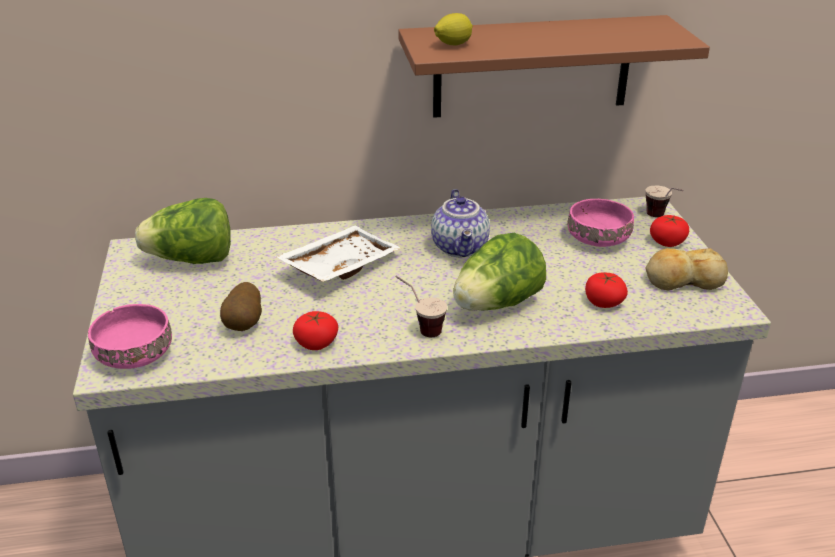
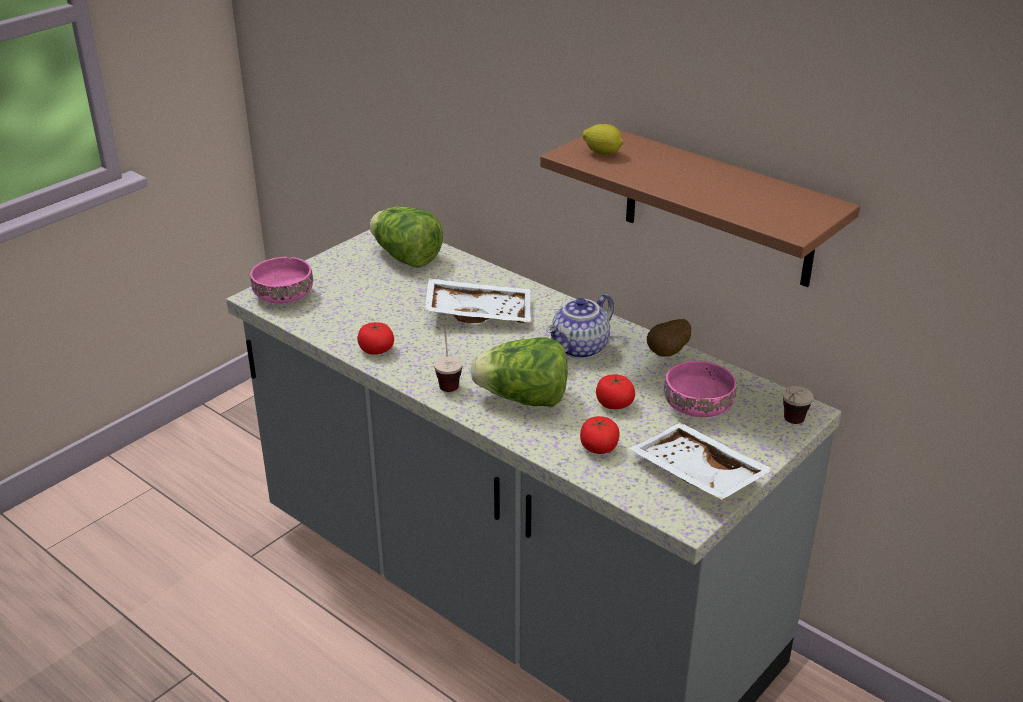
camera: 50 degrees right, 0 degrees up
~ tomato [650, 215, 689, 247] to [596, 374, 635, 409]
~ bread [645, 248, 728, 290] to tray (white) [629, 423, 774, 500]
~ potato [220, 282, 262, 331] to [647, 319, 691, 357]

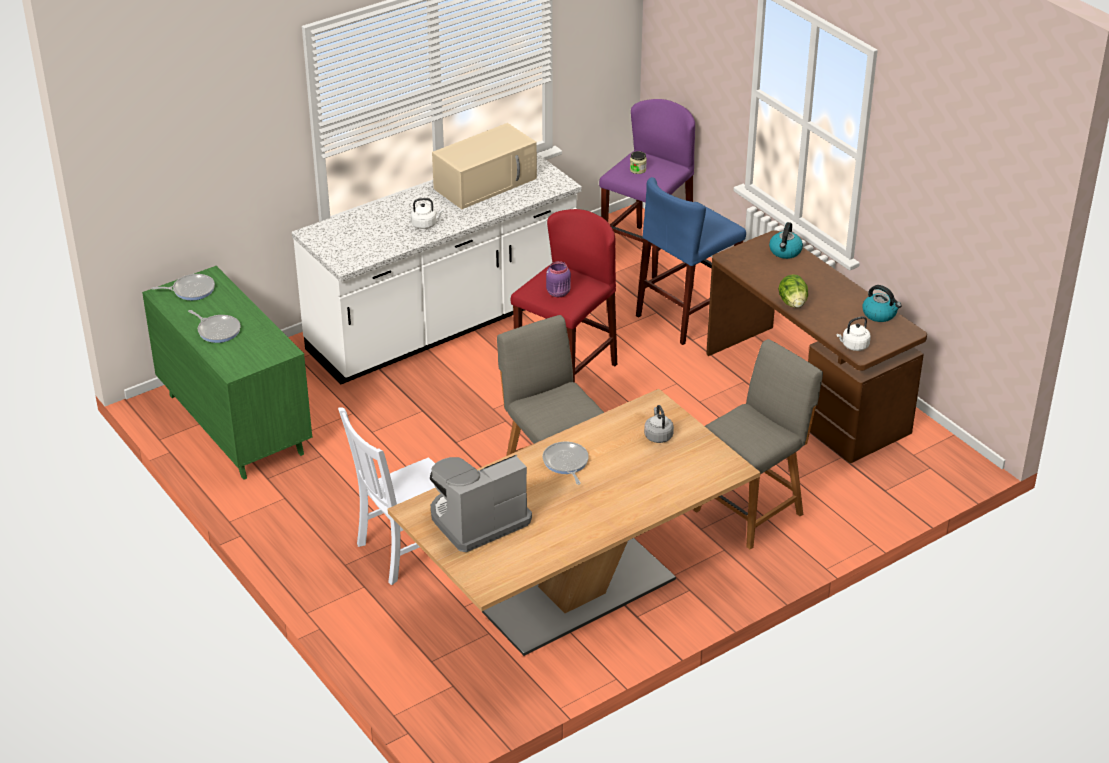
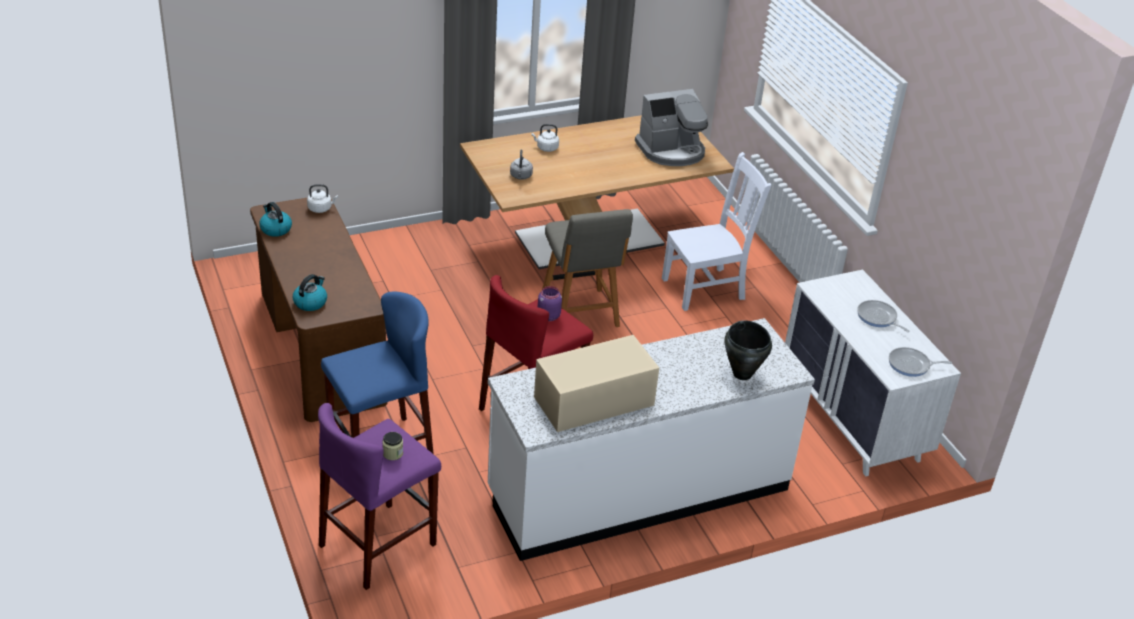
camera: 170 degrees left, 0 degrees up
~ kettle (white) [411, 198, 444, 229] to [532, 124, 559, 152]
~ dresser (green) [142, 266, 312, 480] to dresser (white) [785, 269, 961, 477]
- lettuce [778, 274, 808, 308]
- chair (grey) [693, 339, 823, 549]
- frying pan [543, 442, 589, 485]
+ cooking pot (black) [724, 320, 772, 380]

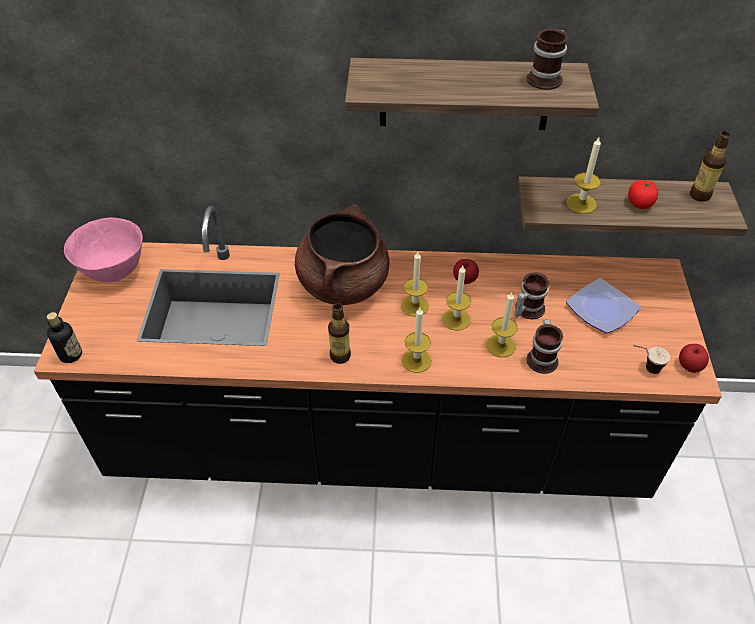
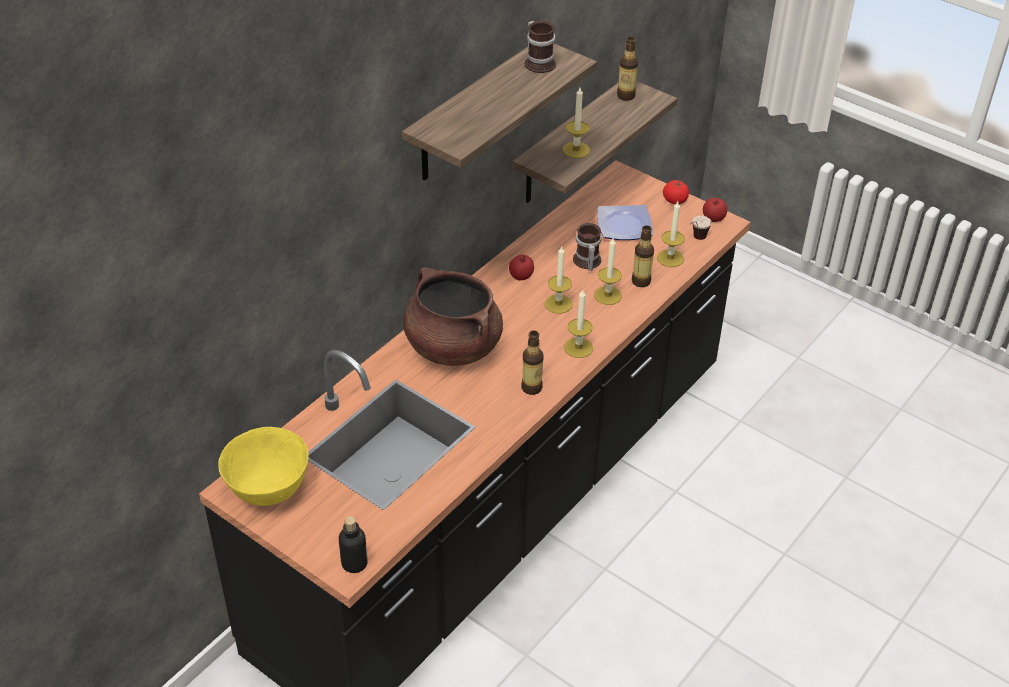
camera: 55 degrees left, 5 degrees down
~ tomato [628, 180, 658, 209] to [663, 180, 689, 204]
~ bowl (pink) [64, 218, 143, 282] to bowl (yellow) [218, 427, 309, 506]
~ candle [401, 252, 429, 316] to [657, 201, 685, 267]
~ mug [526, 319, 563, 374] to bottle [632, 225, 654, 287]

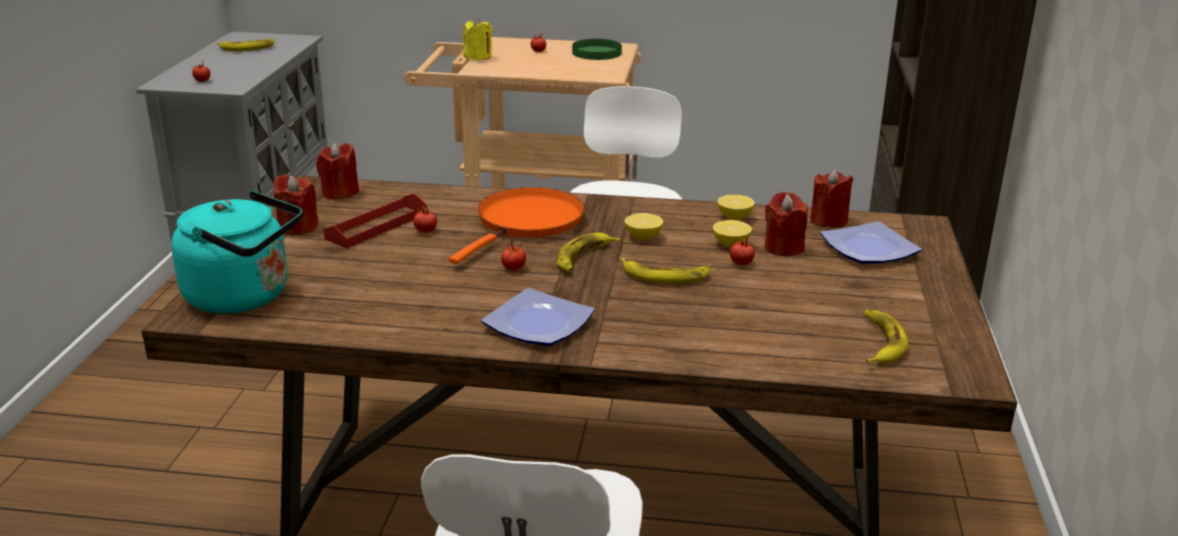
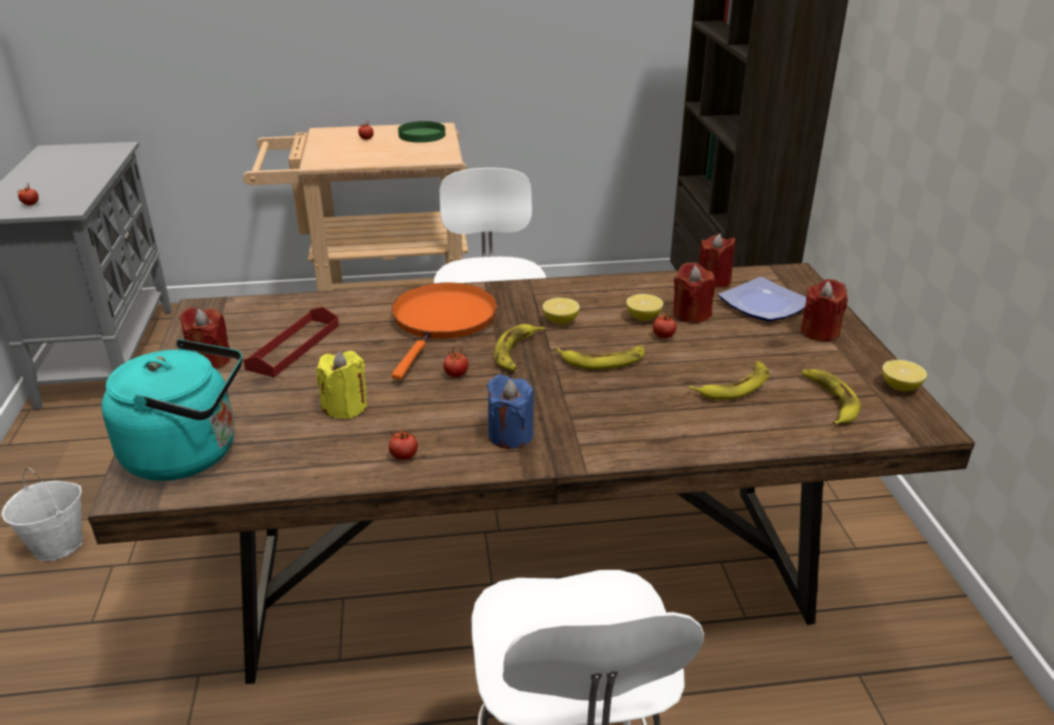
camera: 15 degrees left, 5 degrees up
~ candle (yellow) [463, 18, 492, 61] to [316, 351, 367, 419]
~ banana [216, 38, 275, 51] to [689, 361, 769, 400]
~ candle (red) [316, 143, 359, 200] to [801, 279, 848, 342]
~ lemon [717, 195, 755, 220] to [882, 360, 927, 391]
~ tomato [413, 205, 437, 233] to [389, 428, 418, 460]
~ plate [481, 288, 595, 346] to candle (blue) [487, 374, 534, 449]
+ bucket (white) [2, 468, 83, 561]

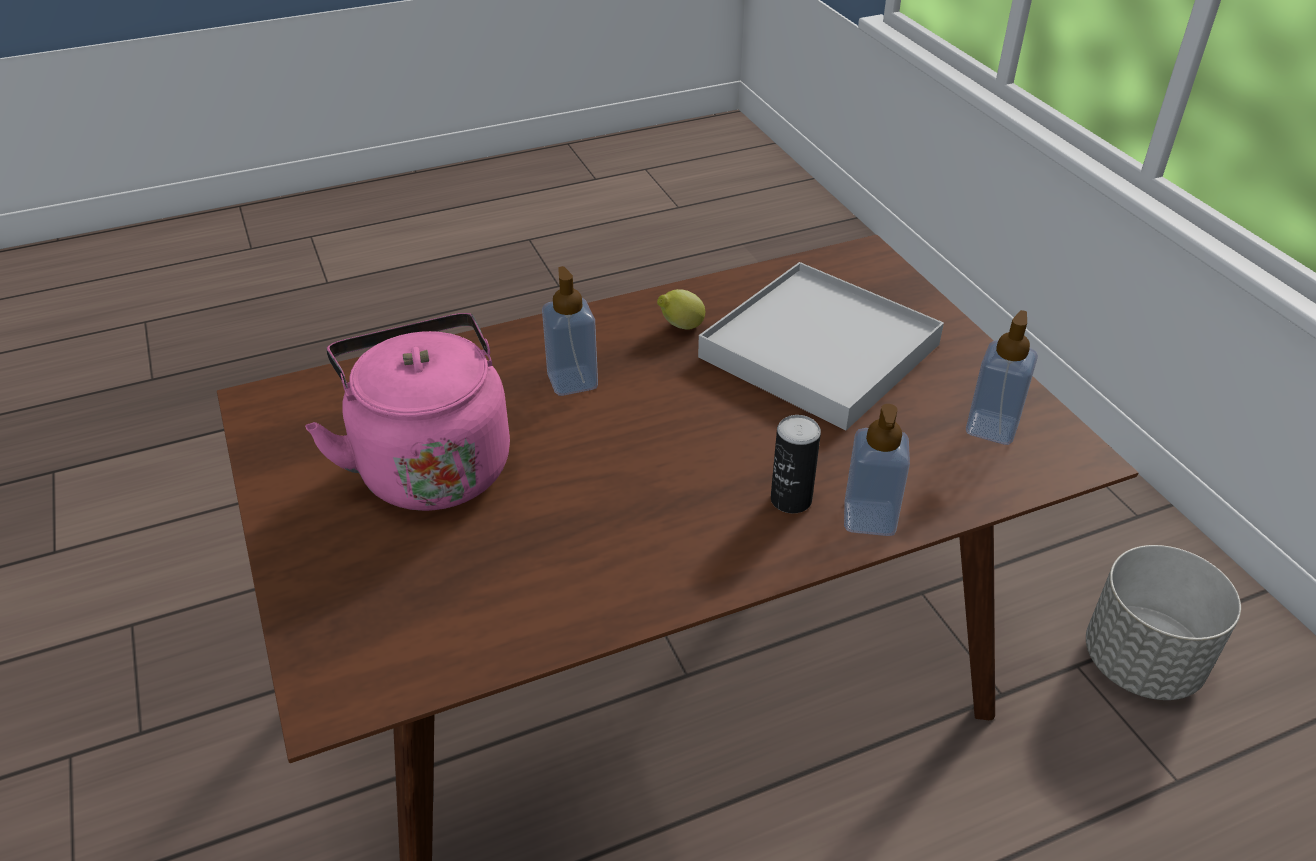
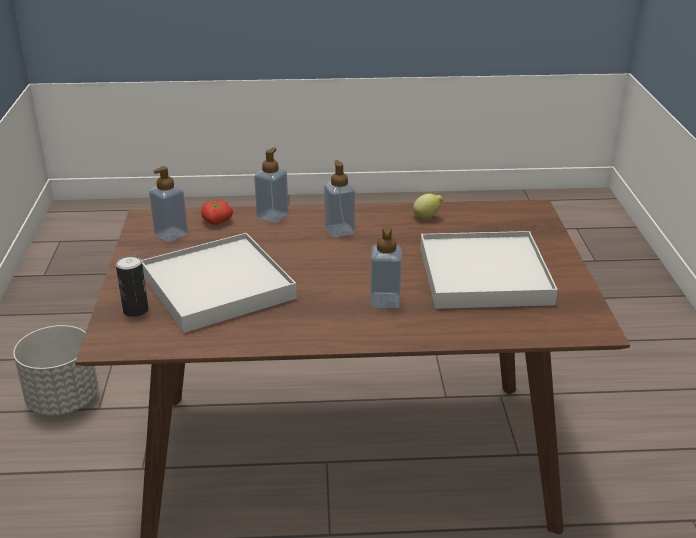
camera: 160 degrees left, 10 degrees down
~ lemon [657, 289, 705, 330] to [413, 194, 443, 219]
~ kettle (pink) [305, 313, 510, 511] to tray (white) [420, 231, 558, 309]
~ can [771, 415, 821, 513] to [116, 255, 149, 317]
+ soap dispenser [324, 160, 355, 238]
+ tomato [201, 200, 233, 225]

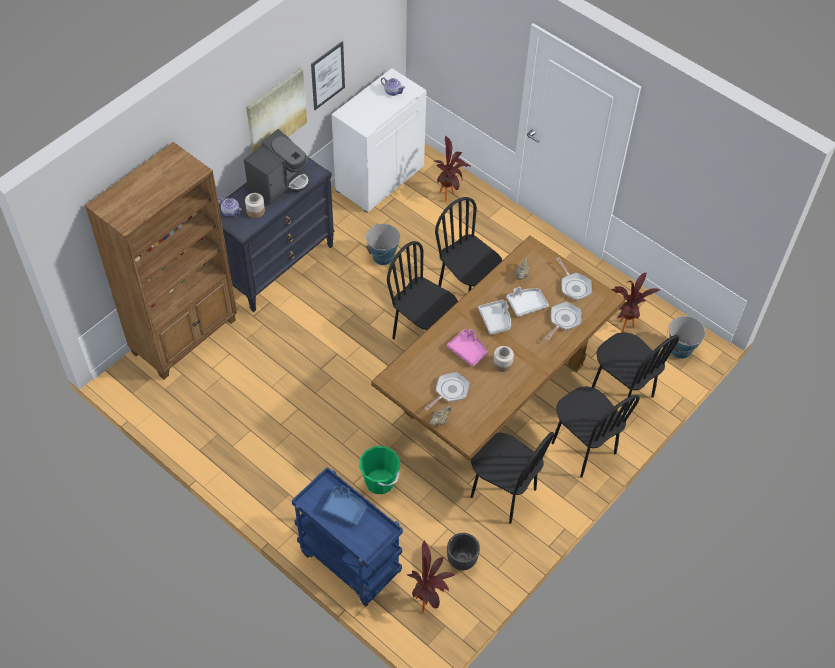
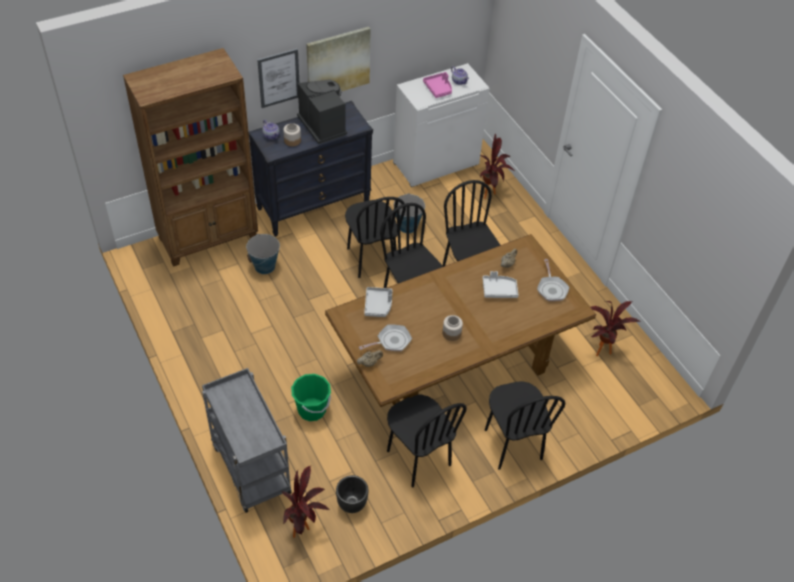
camera: 20 degrees right, 5 degrees down
~ picture [311, 41, 345, 110] to [257, 49, 299, 108]
~ coffee machine [244, 129, 310, 205] = [297, 80, 347, 144] 90 degrees counterclockwise
~ tray (grey) [478, 300, 511, 335] to [364, 287, 393, 317]
- frying pan [545, 302, 582, 341]
~ bucket [667, 316, 705, 359] to [246, 234, 280, 274]
~ tray (pink) [447, 329, 487, 367] to [423, 72, 452, 98]
~ chair (black) [592, 332, 679, 418] to [345, 197, 406, 278]
~ cart (blue) [292, 467, 403, 607] to cart (grey) [202, 368, 292, 513]
- tray (blue) [322, 485, 367, 526]

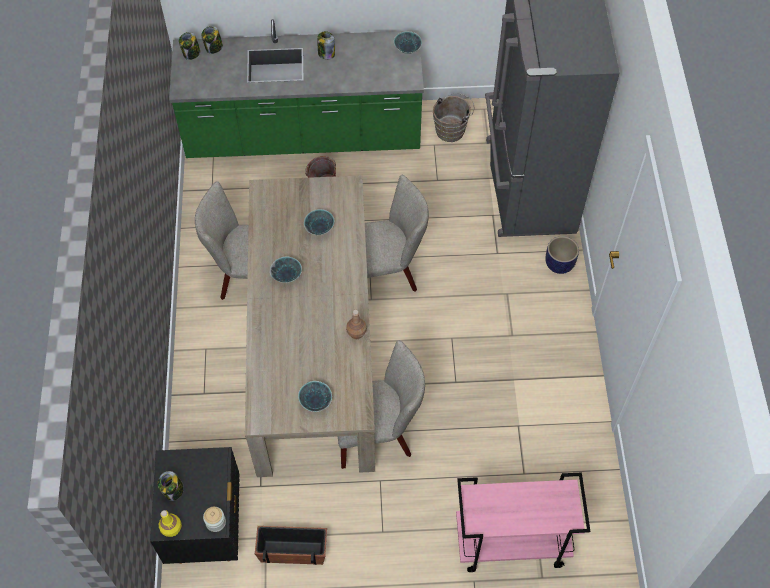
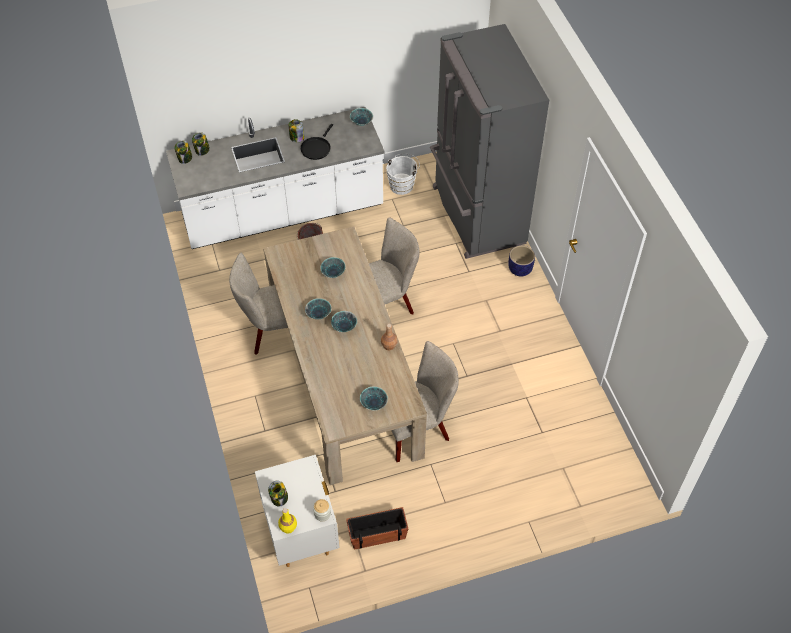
camera: 15 degrees left, 5 degrees down
~ counter (green) [169, 19, 424, 158] to counter (white) [166, 107, 385, 249]
~ bucket (brown) [433, 93, 474, 142] to bucket (white) [386, 153, 420, 195]
~ nightstand (black) [150, 447, 240, 564] to nightstand (white) [255, 455, 339, 567]
- cart (pink) [456, 472, 590, 572]
+ frying pan (black) [300, 124, 333, 160]
+ bowl [331, 311, 357, 332]

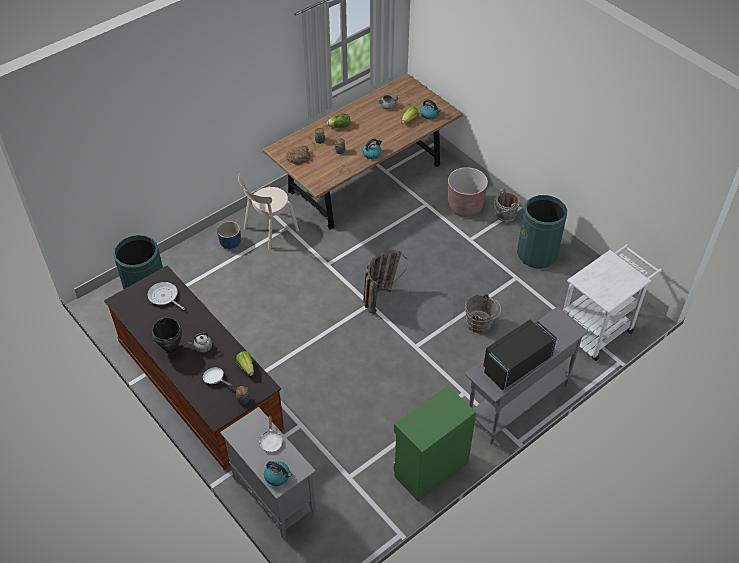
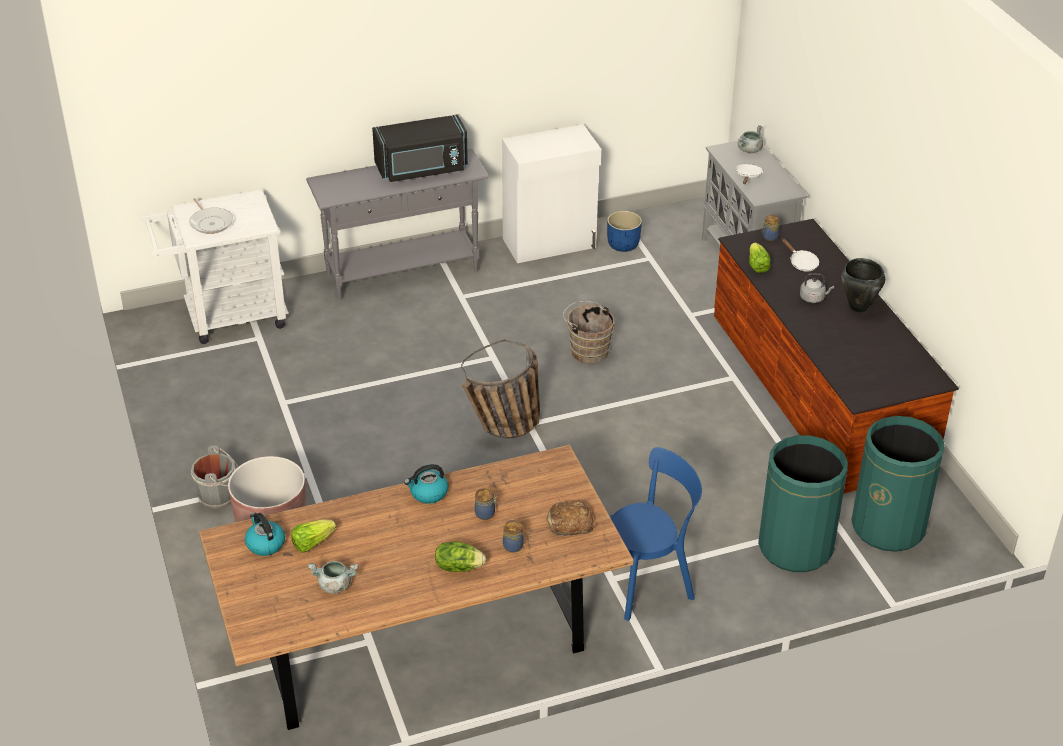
camera: 160 degrees left, 10 degrees down
~ chair (beige) [238, 173, 299, 250] to chair (blue) [610, 447, 702, 621]
~ trash can (green) [517, 195, 567, 268] to [758, 435, 848, 572]
~ planter (blue) [217, 221, 241, 249] to [607, 211, 642, 252]
~ frying pan [147, 282, 185, 310] to [189, 198, 233, 234]
~ bucket (brown) [465, 294, 501, 333] to [563, 301, 615, 364]
~ cabinet (green) [394, 386, 476, 502] to cabinet (white) [502, 124, 601, 263]
~ kettle [264, 461, 292, 486] to cooking pot (grey) [738, 125, 763, 153]

